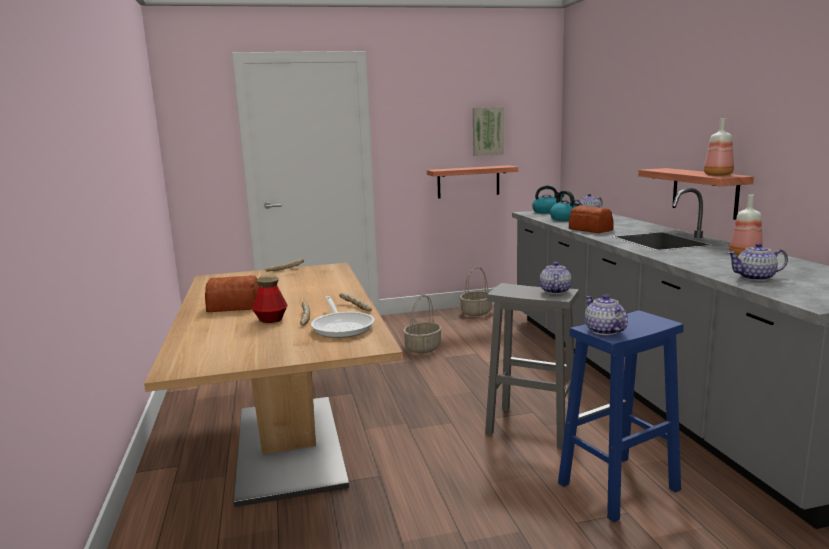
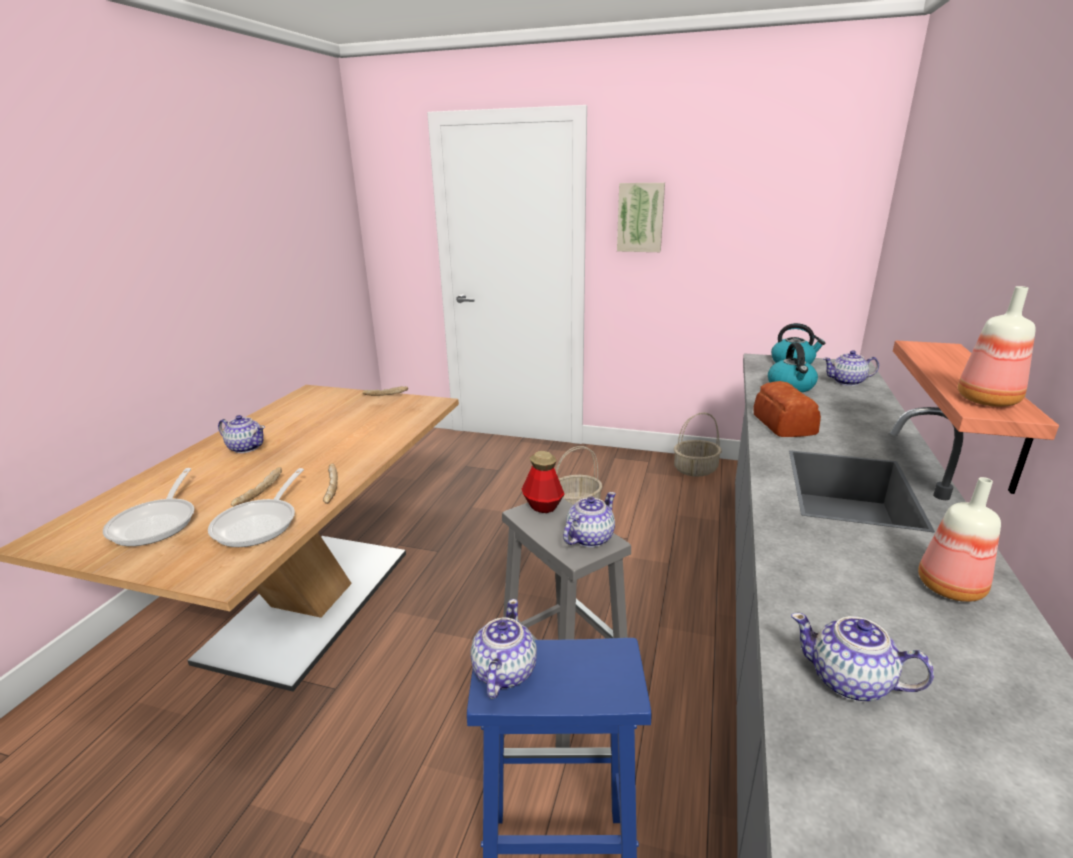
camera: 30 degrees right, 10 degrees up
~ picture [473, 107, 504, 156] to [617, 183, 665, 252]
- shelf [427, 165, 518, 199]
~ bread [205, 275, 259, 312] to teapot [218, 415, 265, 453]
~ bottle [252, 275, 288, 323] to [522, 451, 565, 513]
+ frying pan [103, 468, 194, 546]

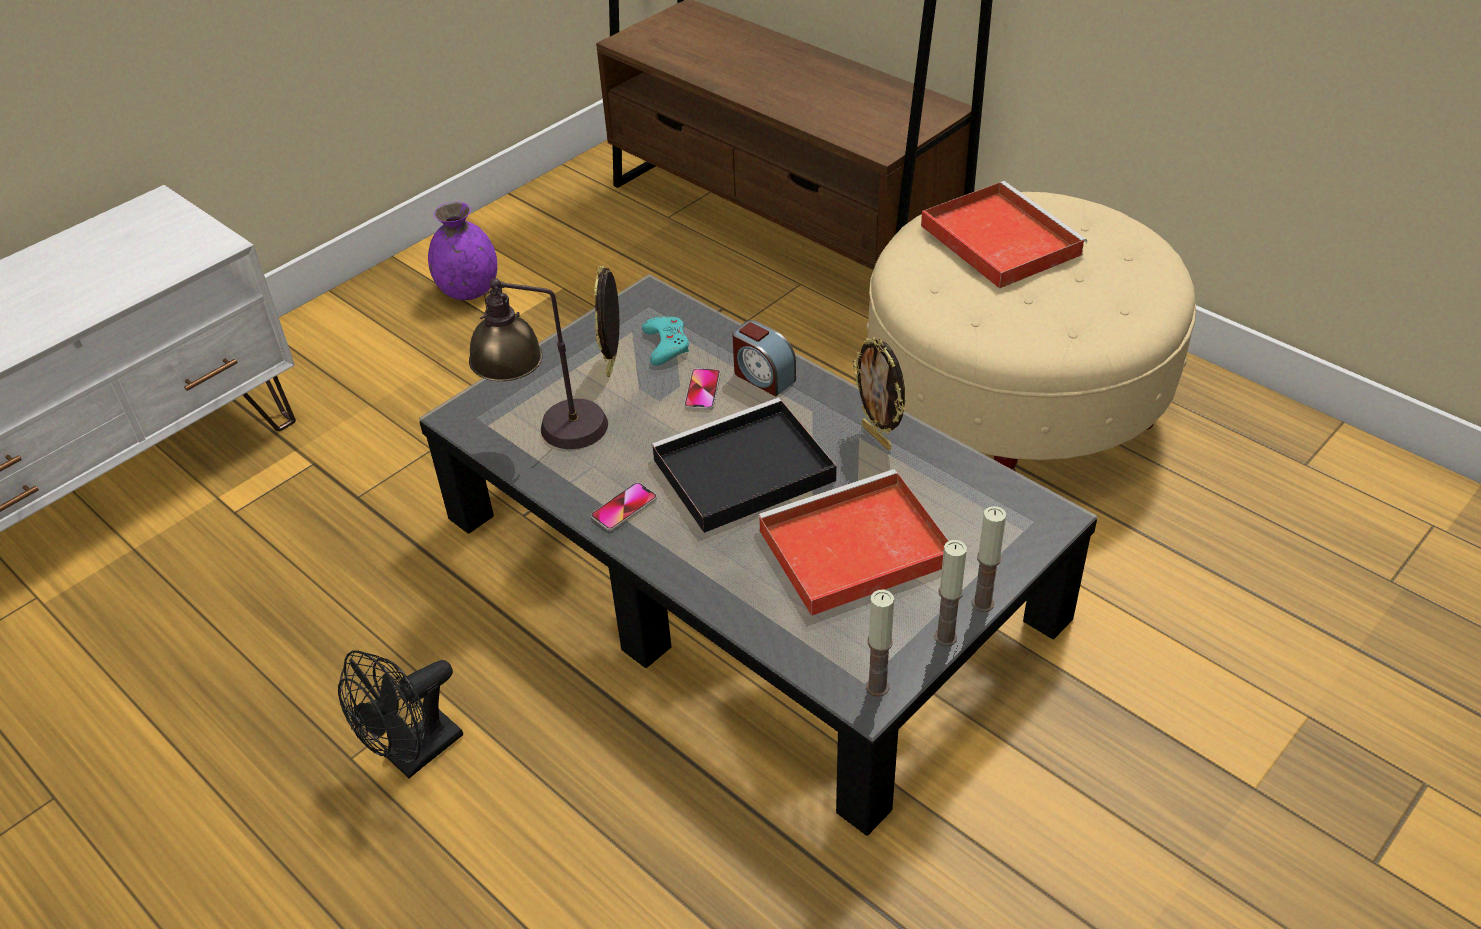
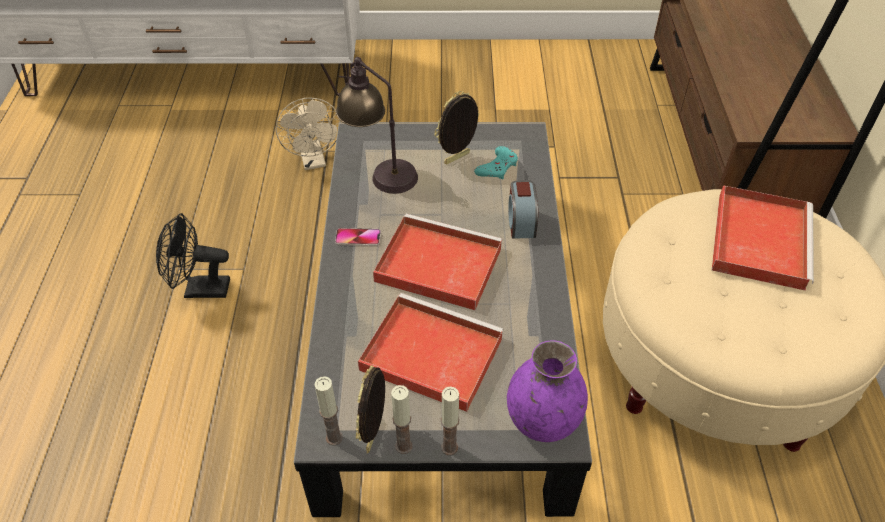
camera: 45 degrees right, 5 degrees up
~ vase (purple) [428, 202, 498, 300] to [507, 340, 588, 442]
~ picture frame [852, 337, 905, 450] to [356, 365, 385, 453]
- phone [684, 368, 720, 410]
~ tray (black) [651, 398, 837, 533] to tray (red) [373, 214, 502, 310]
+ fan (beige) [276, 97, 341, 170]

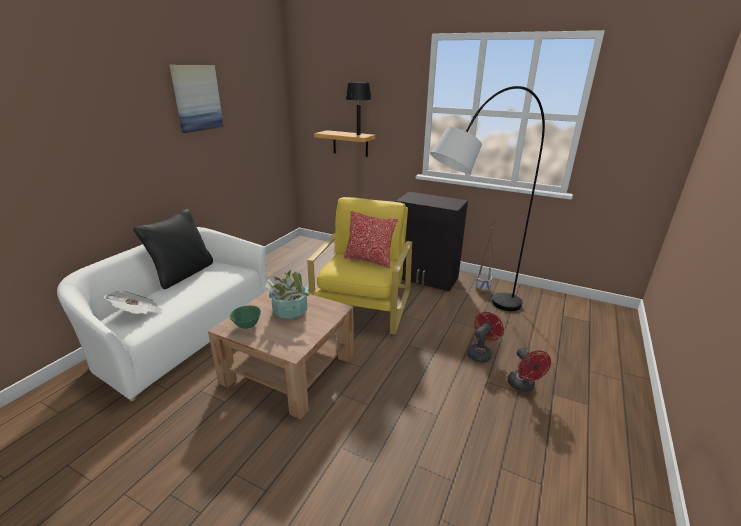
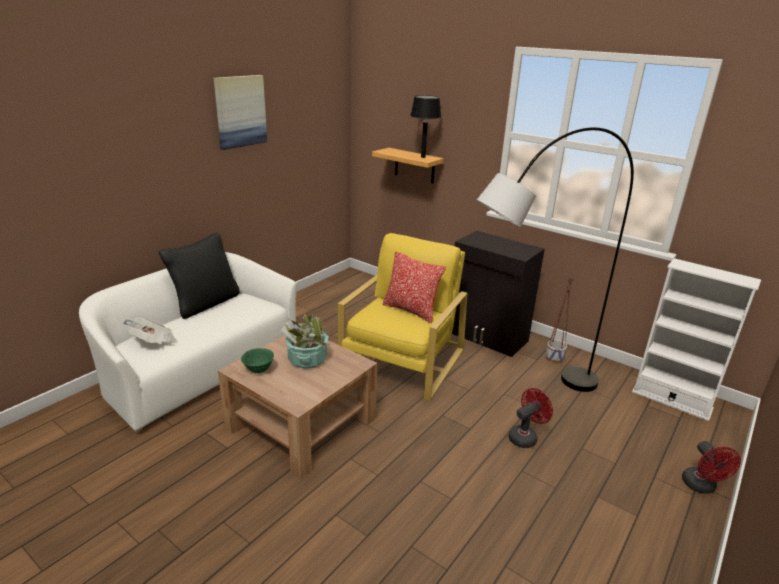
camera: 10 degrees right, 0 degrees up
~ fan (red) [507, 347, 551, 392] to [682, 441, 741, 494]
+ bookcase (white) [632, 258, 761, 421]

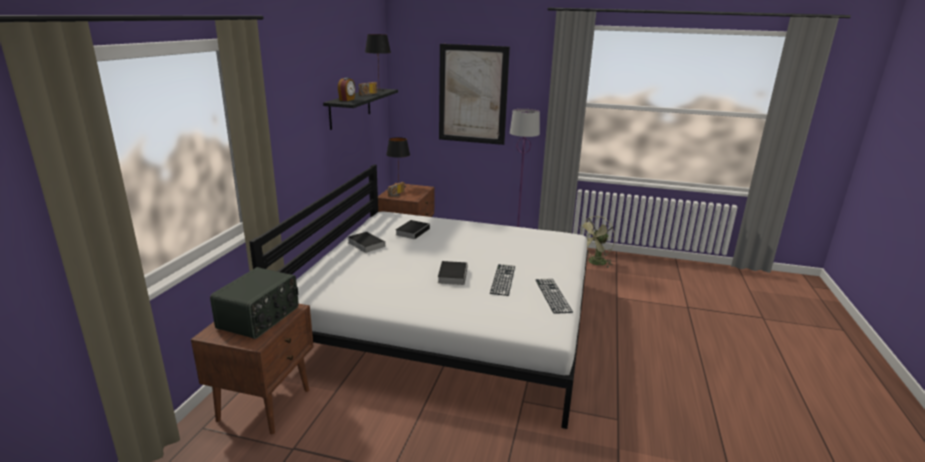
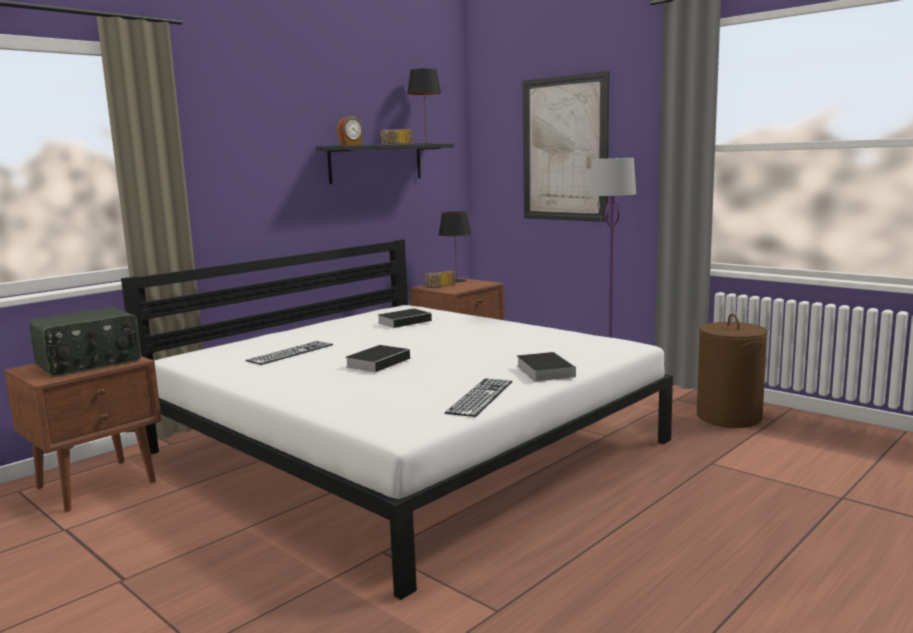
camera: 30 degrees right, 10 degrees down
~ fan (green) [579, 216, 615, 268] to laundry basket (brown) [697, 314, 768, 428]
~ book [348, 232, 385, 253] to [517, 352, 576, 381]
~ keyboard [490, 264, 515, 296] to [246, 341, 333, 365]

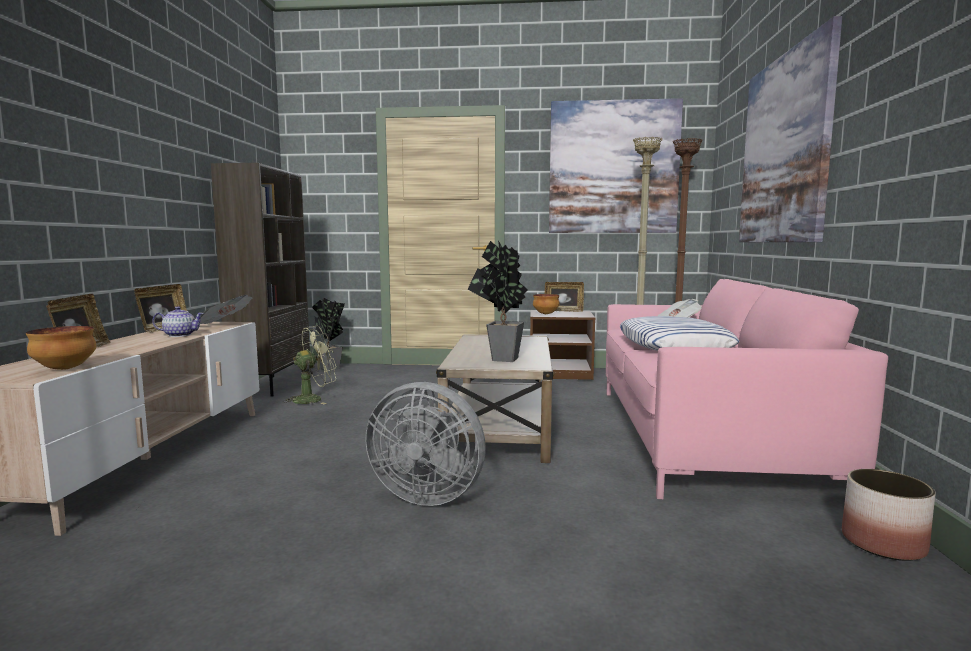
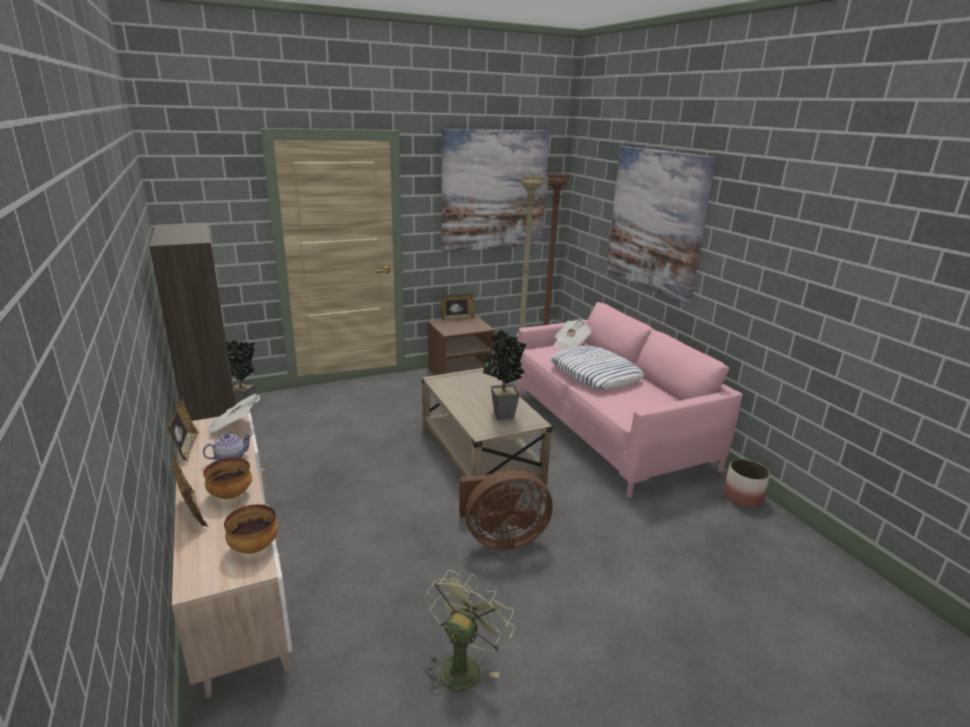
camera: 30 degrees left, 15 degrees up
~ bowl [533, 294, 560, 314] to [203, 457, 252, 499]
~ fan (green) [282, 326, 336, 404] to [425, 570, 515, 696]
~ fan (grey) [365, 382, 486, 506] to fan (brown) [459, 470, 553, 550]

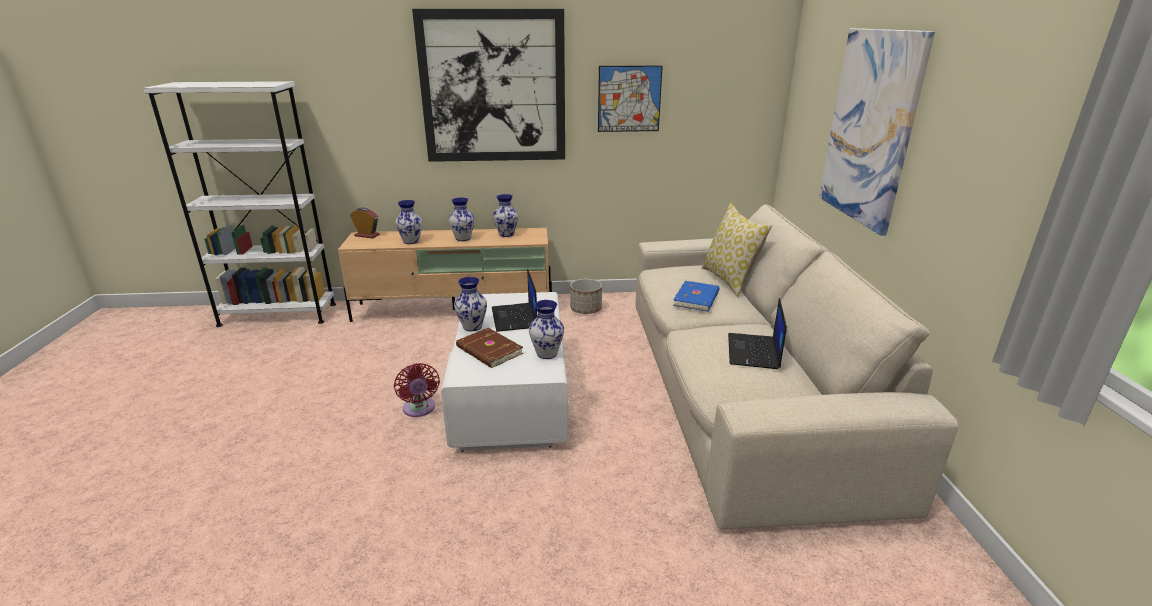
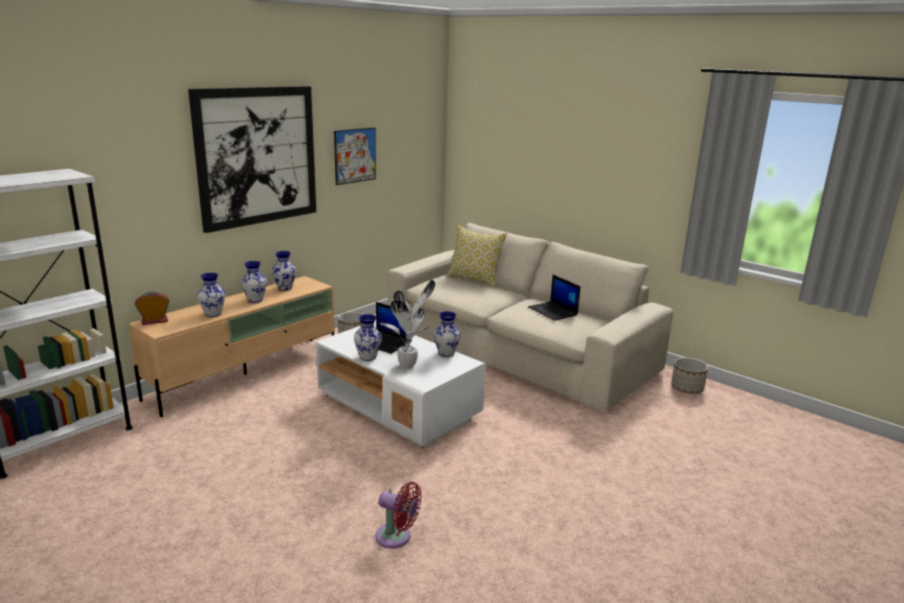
camera: 45 degrees left, 5 degrees down
- picture [819, 28, 935, 236]
- book (blue) [673, 281, 719, 312]
~ book (brown) [456, 328, 523, 368] to potted plant [379, 280, 435, 369]
~ fan (red) [394, 363, 440, 417] to [376, 482, 422, 548]
+ planter [671, 358, 708, 394]

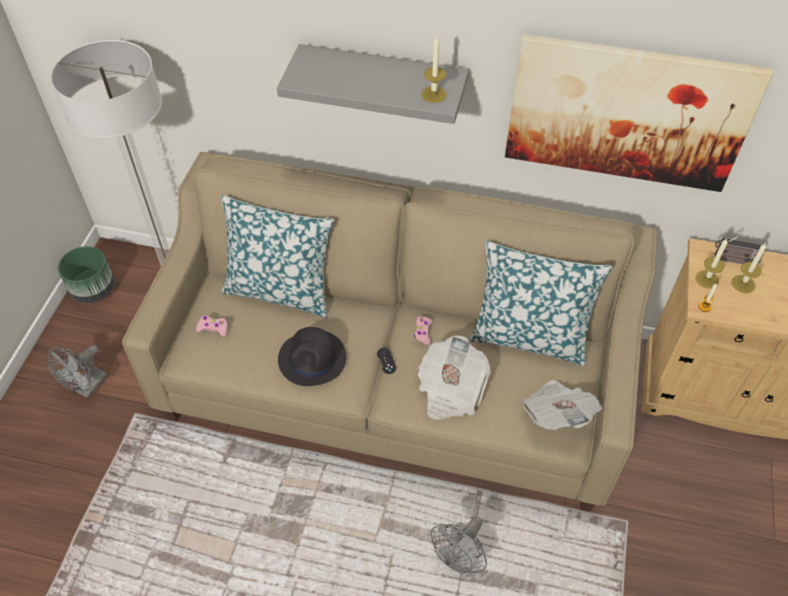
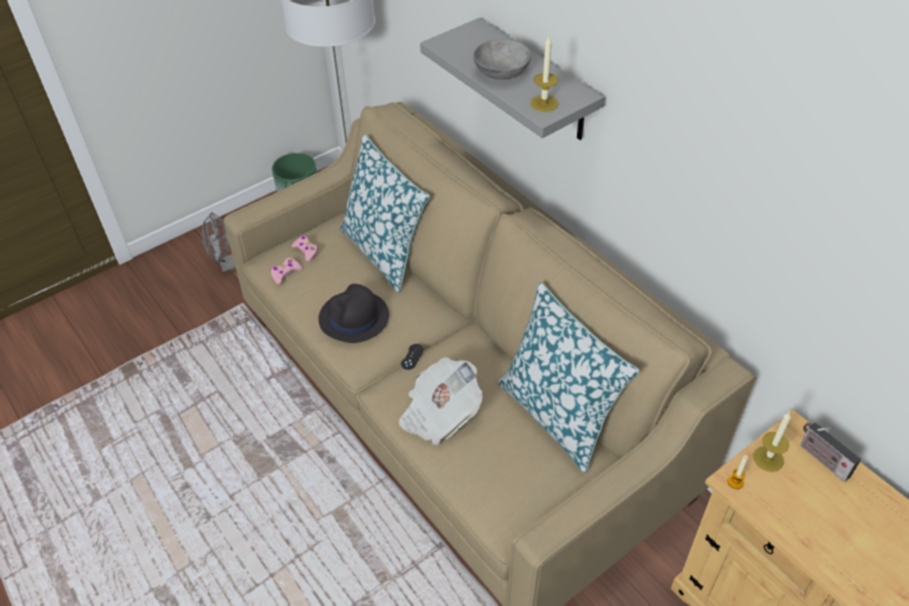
camera: 40 degrees right, 5 degrees down
- picture [505, 34, 773, 192]
- candle [731, 244, 766, 293]
~ game controller (pink) [414, 316, 433, 345] to [270, 258, 302, 284]
- newspaper [521, 380, 602, 430]
- fan (grey) [431, 516, 487, 575]
+ bowl (grey) [473, 39, 531, 80]

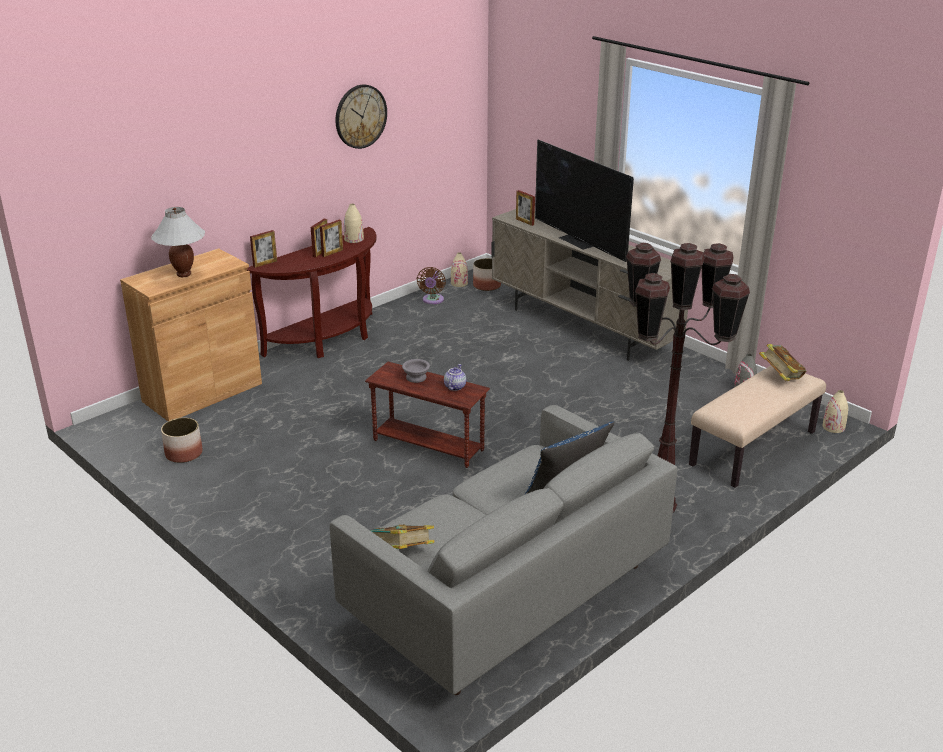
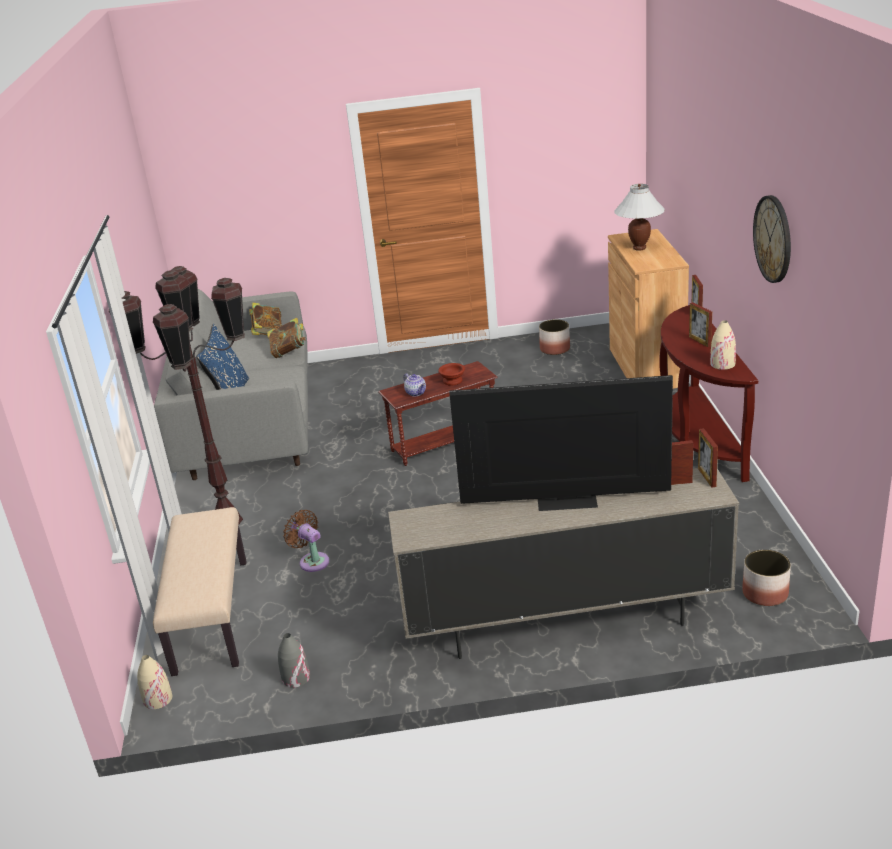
camera: 130 degrees right, 0 degrees up
~ picture frame [320, 220, 343, 257] to [698, 428, 718, 488]
- vase (beige) [451, 252, 468, 287]
~ fan (brown) [417, 267, 446, 304] to [283, 510, 329, 572]
~ book [759, 344, 806, 381] to [267, 317, 306, 358]
~ bowl (grey) [402, 359, 430, 383] to bowl (brown) [438, 363, 465, 386]

